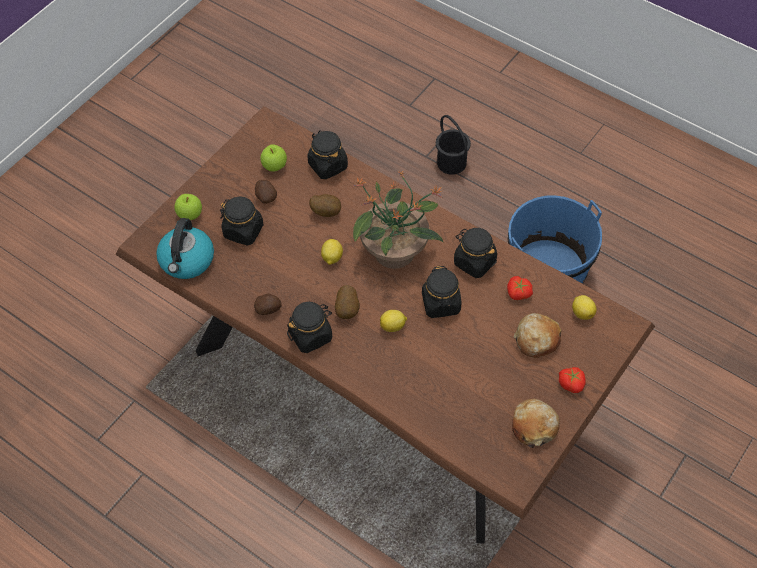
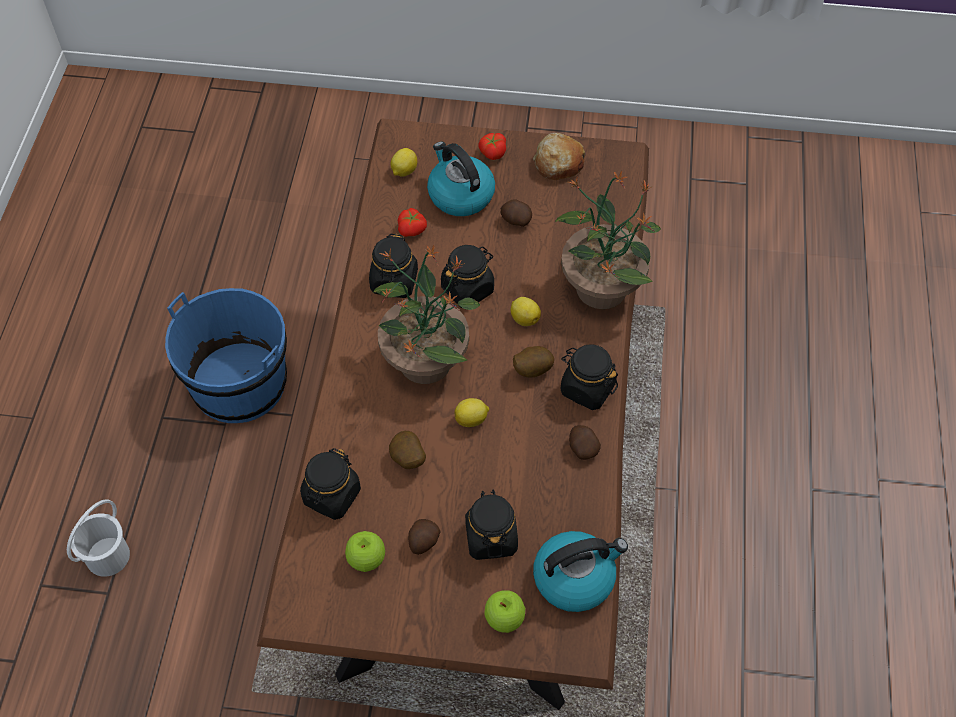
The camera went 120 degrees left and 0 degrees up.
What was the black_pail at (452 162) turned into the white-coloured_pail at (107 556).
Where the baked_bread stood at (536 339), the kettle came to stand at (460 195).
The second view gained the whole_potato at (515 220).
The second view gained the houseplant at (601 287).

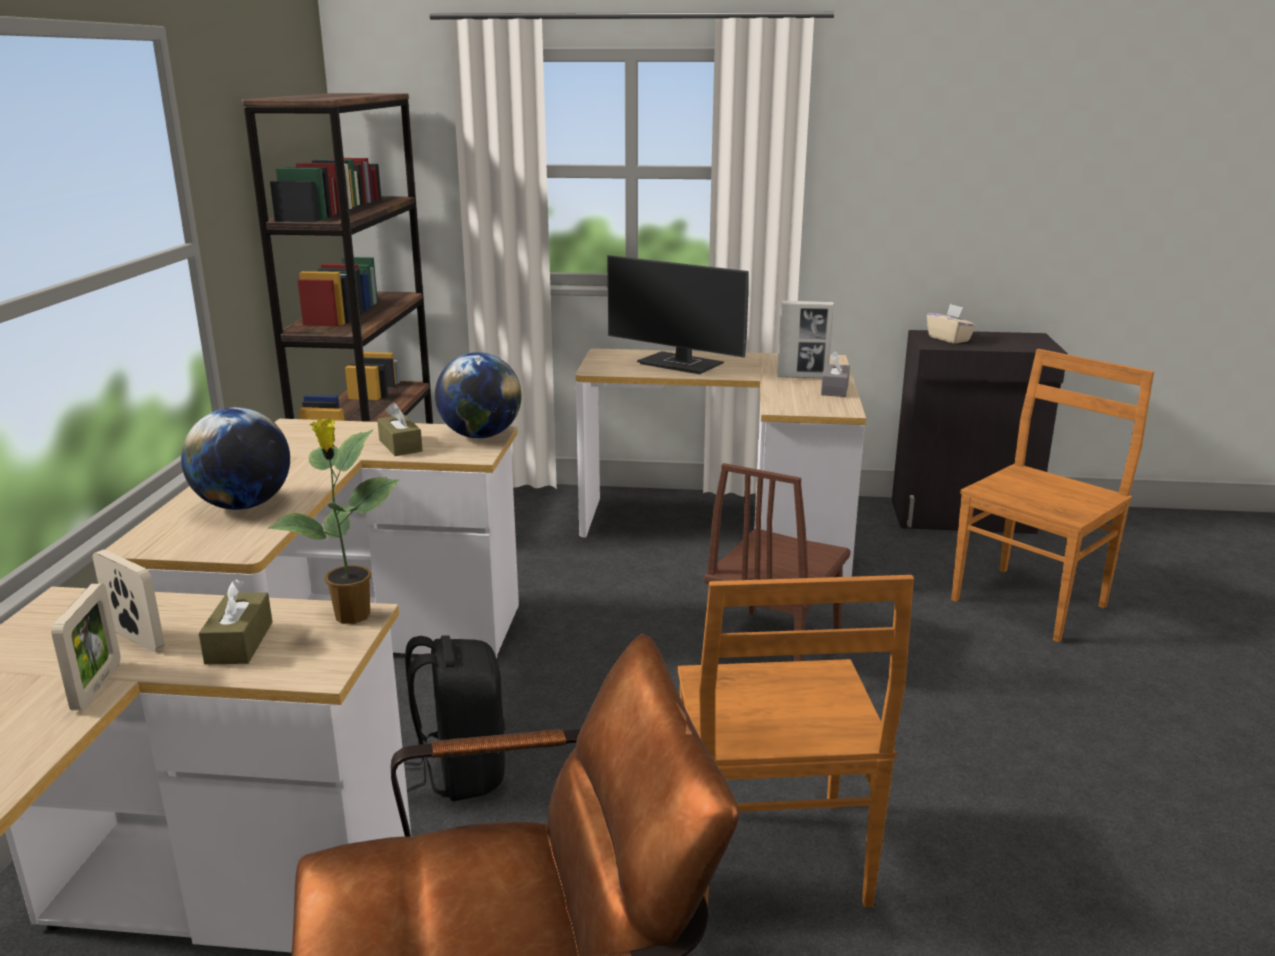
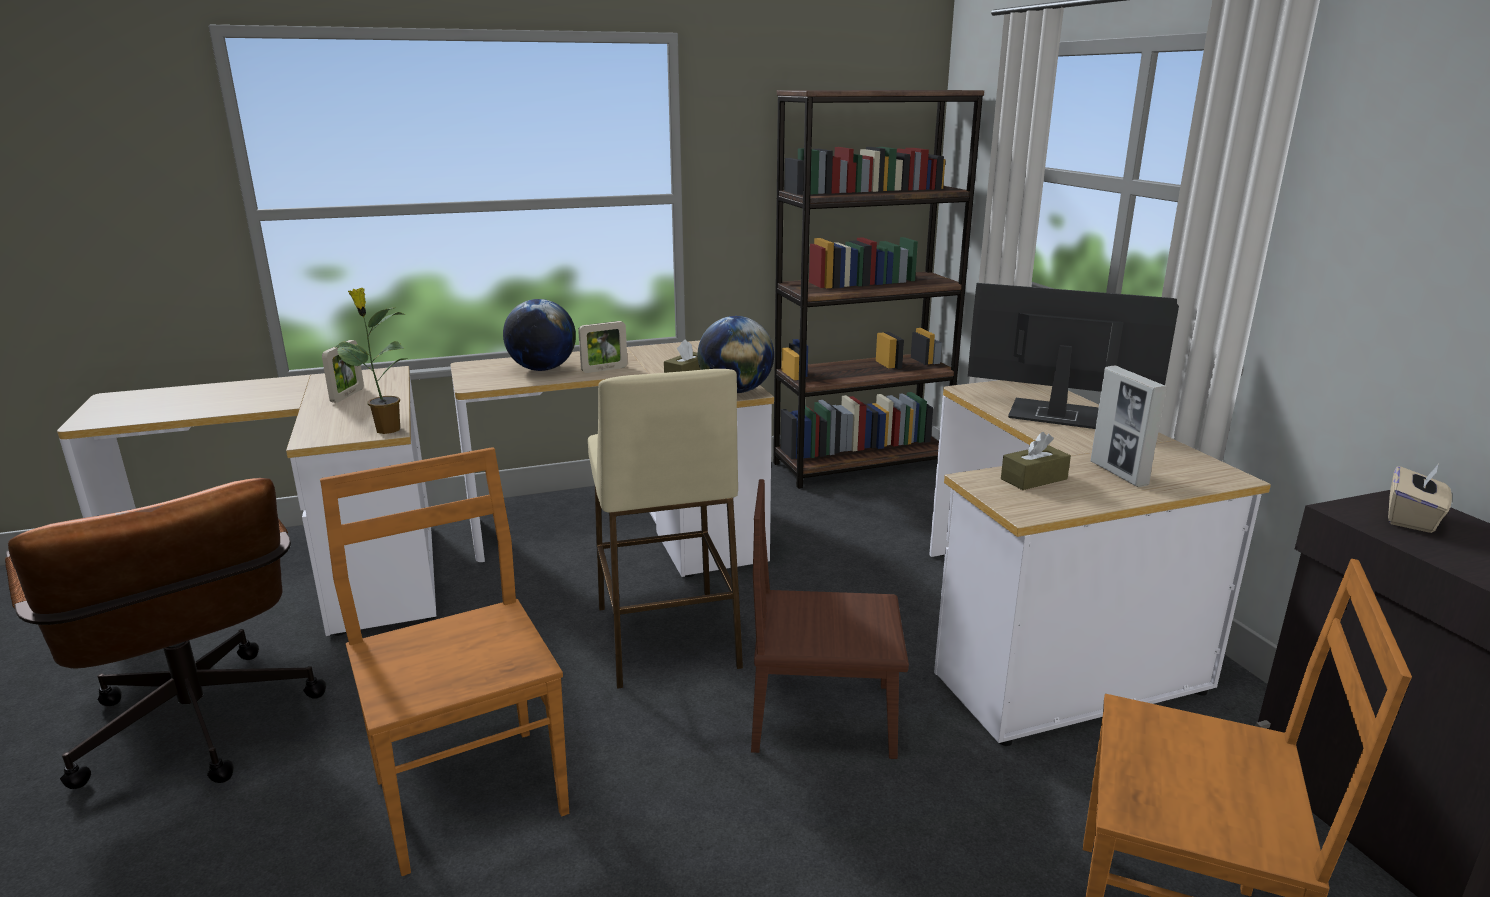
The camera went 65 degrees right and 0 degrees up.
The brown_plain_chair at (771 860) ended up facing another way, 90 degrees clockwise from before.
The photo_frame ended up elsewhere, having gone from (97 686) to (604 369).
The second view gained the beige-coloured_stool_seat at (667 637).
The monitor at (682 364) ended up facing another way, 105 degrees clockwise from before.
The brown_tissue_box ended up elsewhere, having gone from (239 643) to (1034 479).
The second view lost the black_knapsack at (459 771).
The second view lost the gray_tissue_box at (834 389).

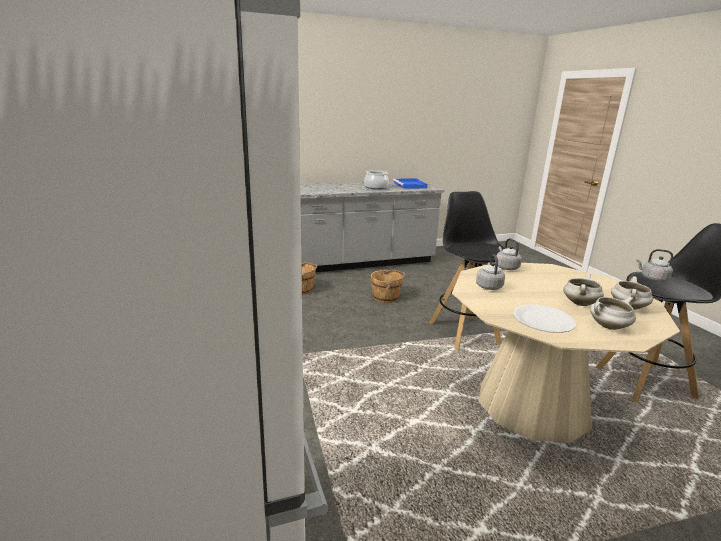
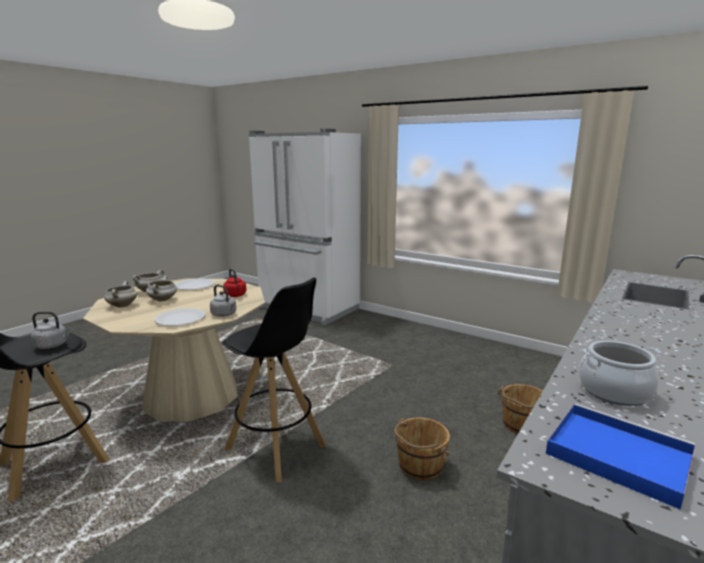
The camera went 145 degrees right and 5 degrees down.
The second view gained the white-coloured_flat_dish at (180 318).
What was the gray_kettle at (488 286) turned into the red-coloured_kettle at (235 295).

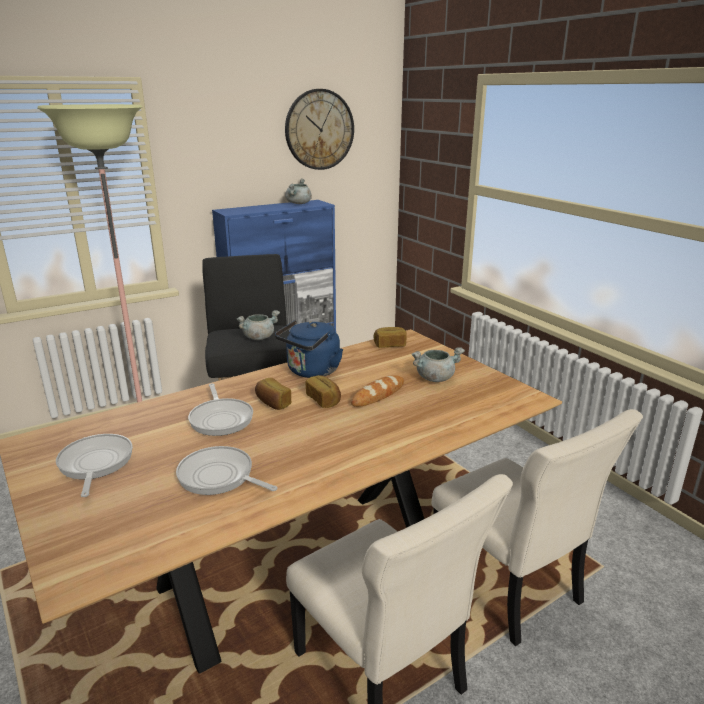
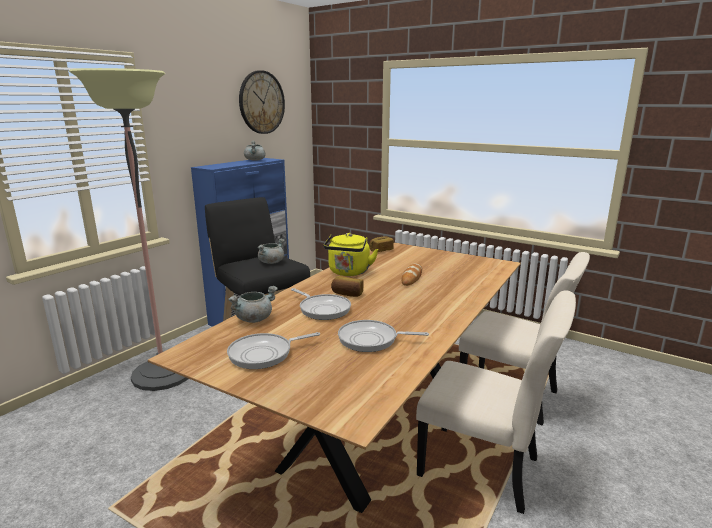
The camera went 25 degrees left and 5 degrees down.
The pan at (95 464) ended up facing another way, 75 degrees counterclockwise from before.
The gray_stockpot ended up elsewhere, having gone from (435 378) to (254 319).
What was the bluish_kettle at (311 372) turned into the yellow-coloured_kettle at (348 272).
The second view lost the baked_bread at (324 400).

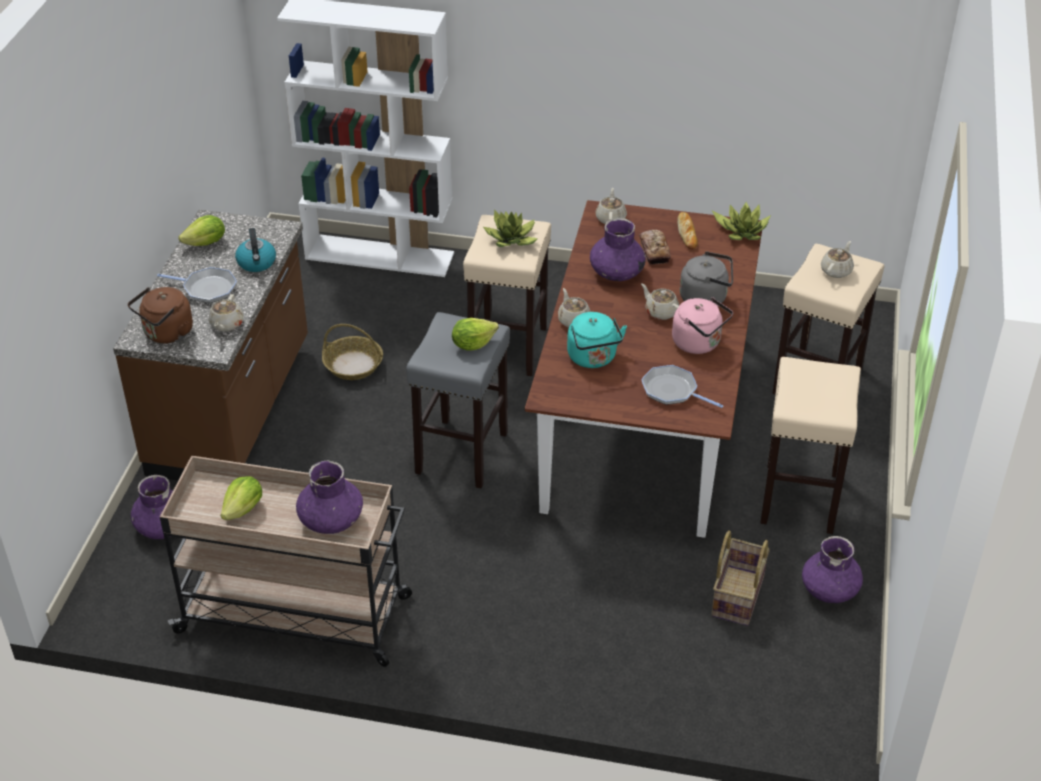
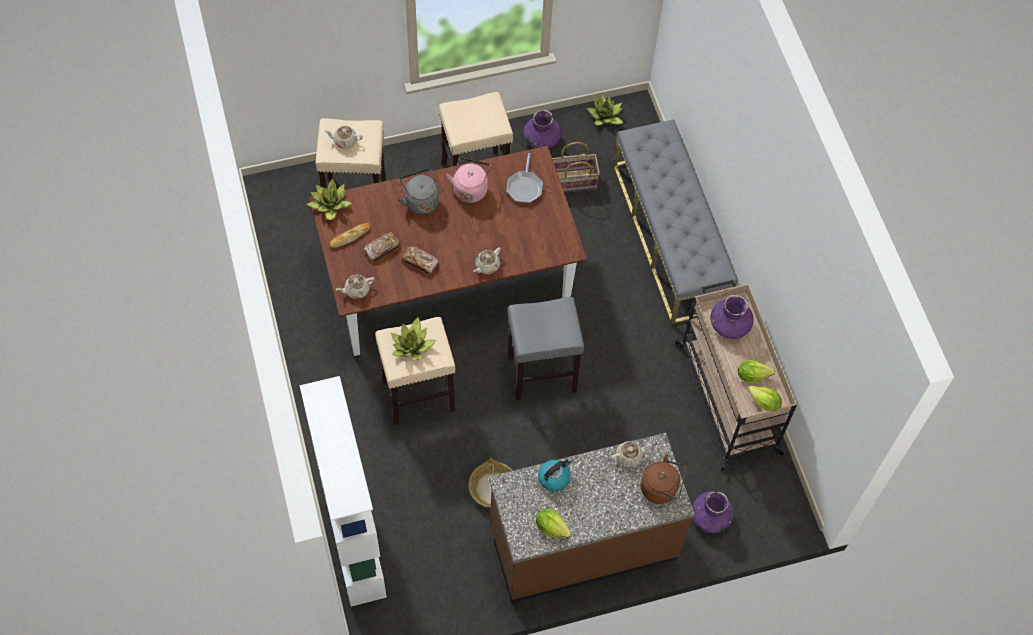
The camera went 120 degrees left and 20 degrees up.
Where the purple_flower_vase stood at (616 272), the baked_bread came to stand at (420 261).
The second view gained the houseplant at (605 116).
The second view gained the gray_long_seat at (669 236).
The lettuce_head ended up elsewhere, having gone from (472 344) to (764 403).
The second view lost the pan at (207 288).
The second view lost the turquoise_kettle at (593 358).
The second view lost the beige-coloured_teapot at (661 312).

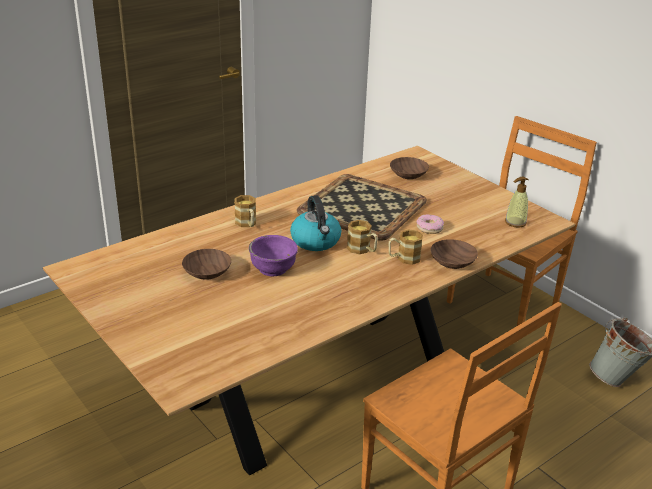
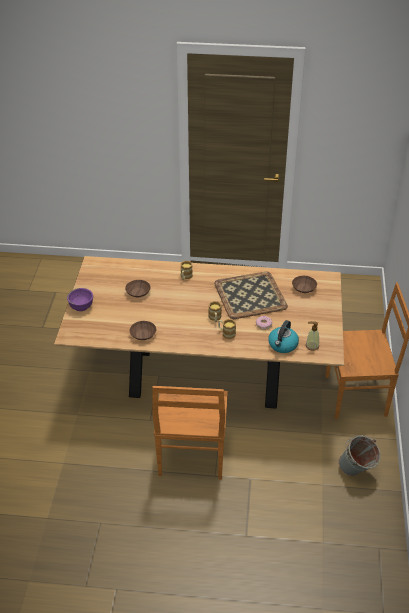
The camera went 45 degrees right and 10 degrees up.
The purple_bowl ended up elsewhere, having gone from (272 268) to (81 306).
The brown_bowl ended up elsewhere, having gone from (451 261) to (143 334).
The kettle ended up elsewhere, having gone from (316 241) to (282 345).

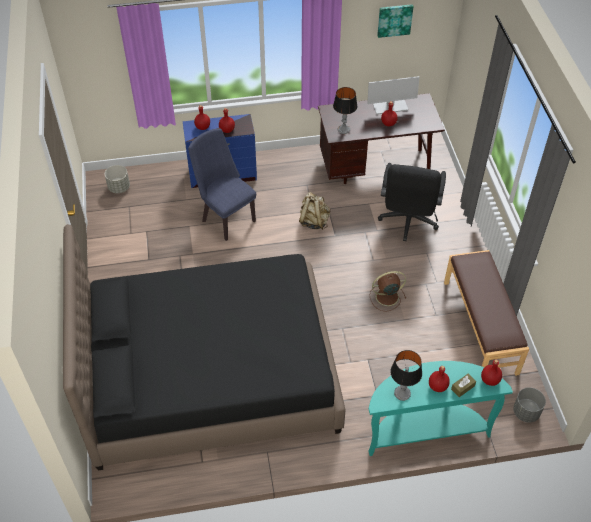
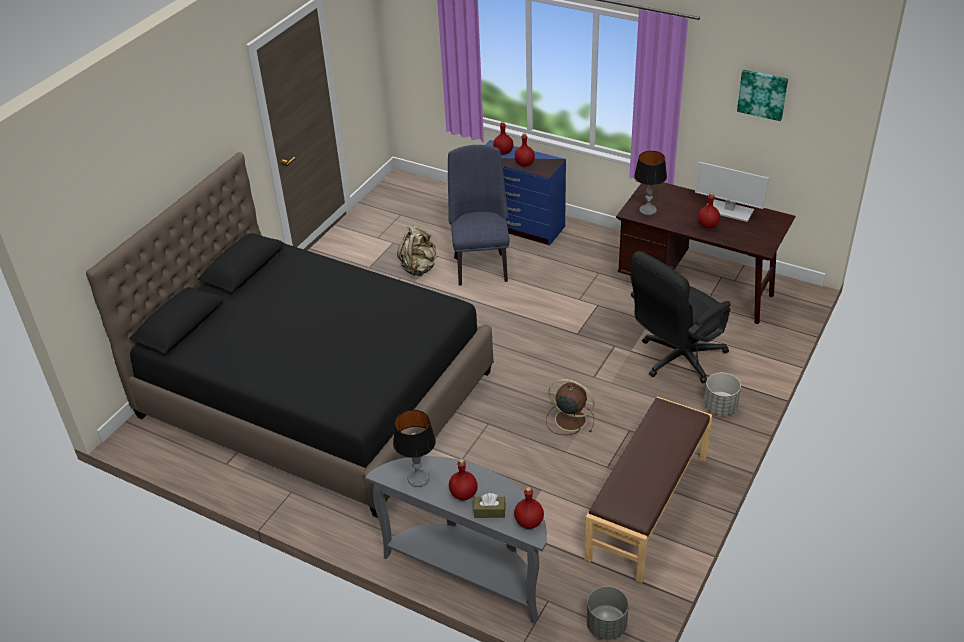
The camera went 40 degrees right and 10 degrees down.
What was the turquoise_hall_table at (425 430) turned into the gray_hall_table at (469 571).
The beige-coloured_knapsack ended up elsewhere, having gone from (314 221) to (419 268).
The gray_flower_pot ended up elsewhere, having gone from (119 187) to (720 407).

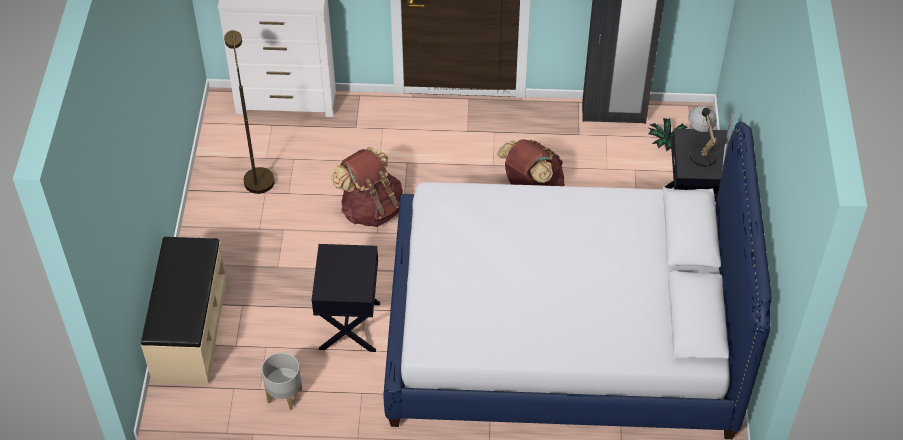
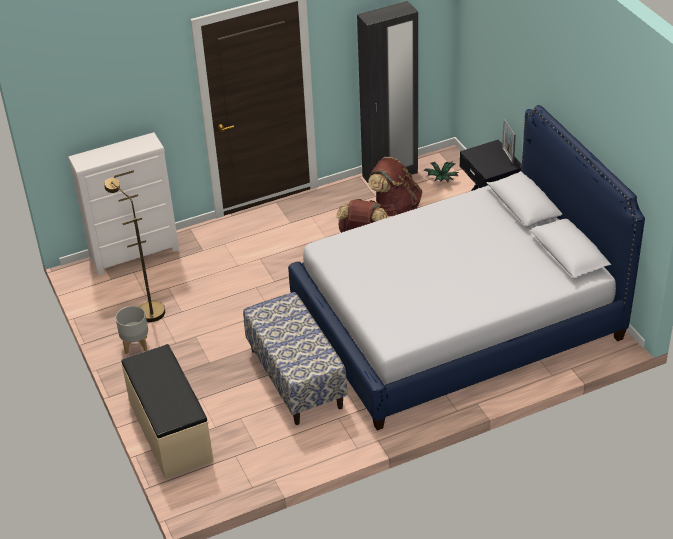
The camera went 25 degrees left and 10 degrees down.
The gray_flower_pot ended up elsewhere, having gone from (285 395) to (136 345).
Where the black_night_table stood at (351 326), the long_seat came to stand at (296 378).
The brown_knapsack ended up elsewhere, having gone from (370 209) to (395 208).
The second view lost the lamp_for_a_table at (701 150).

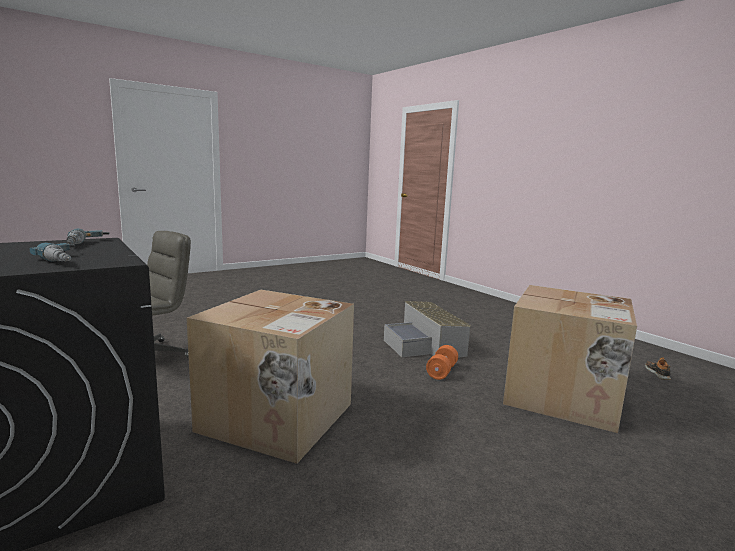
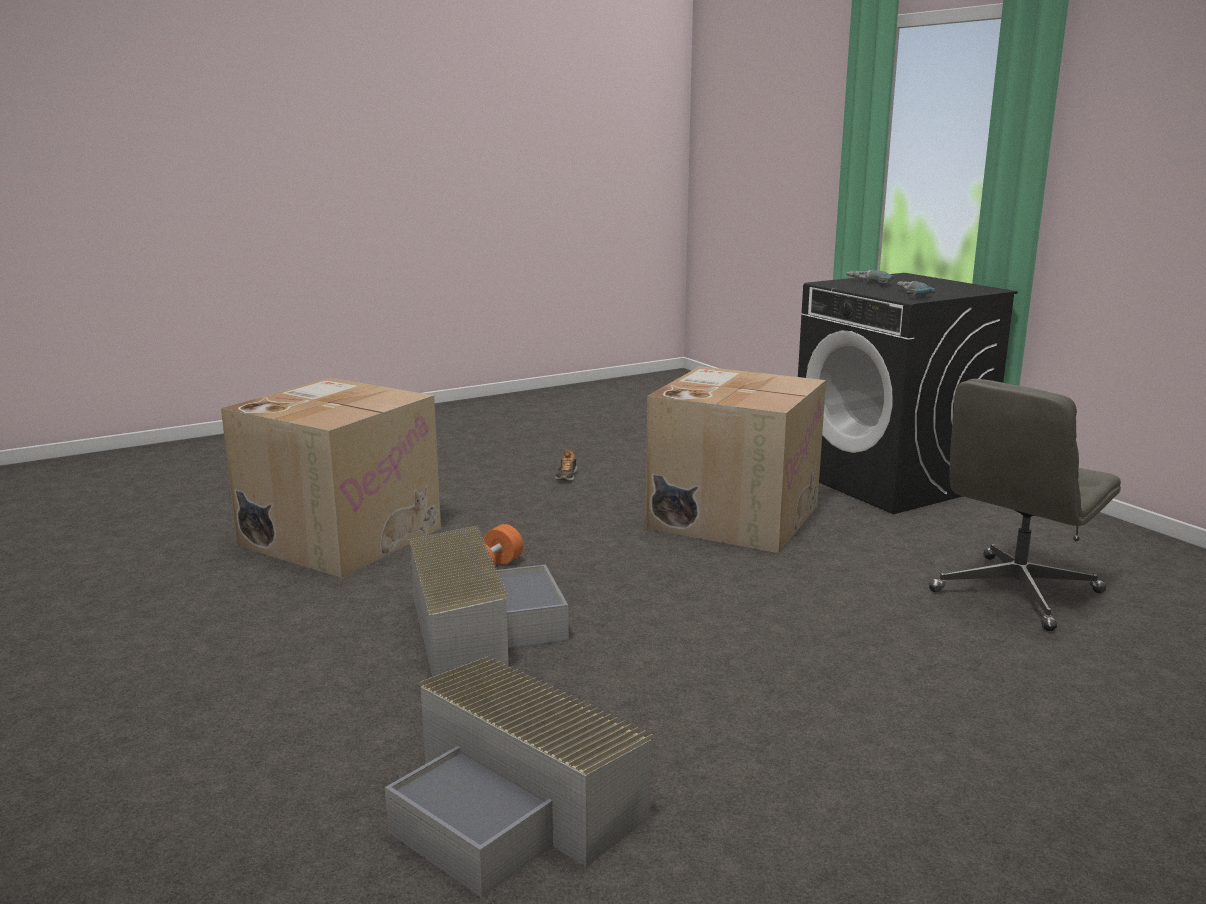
The camera went 175 degrees left and 5 degrees up.
The second view gained the gray_storage_container at (516 807).
The shoe ended up elsewhere, having gone from (658 373) to (566 476).

